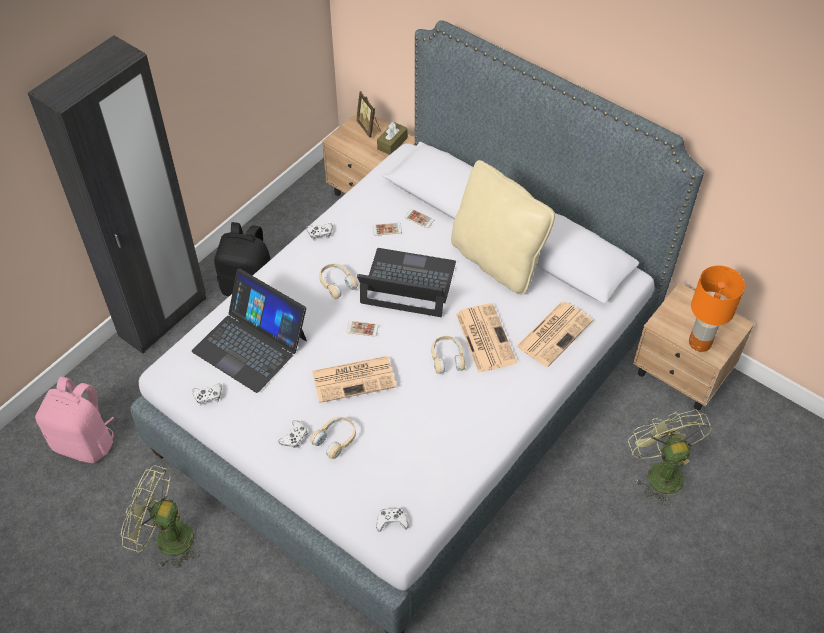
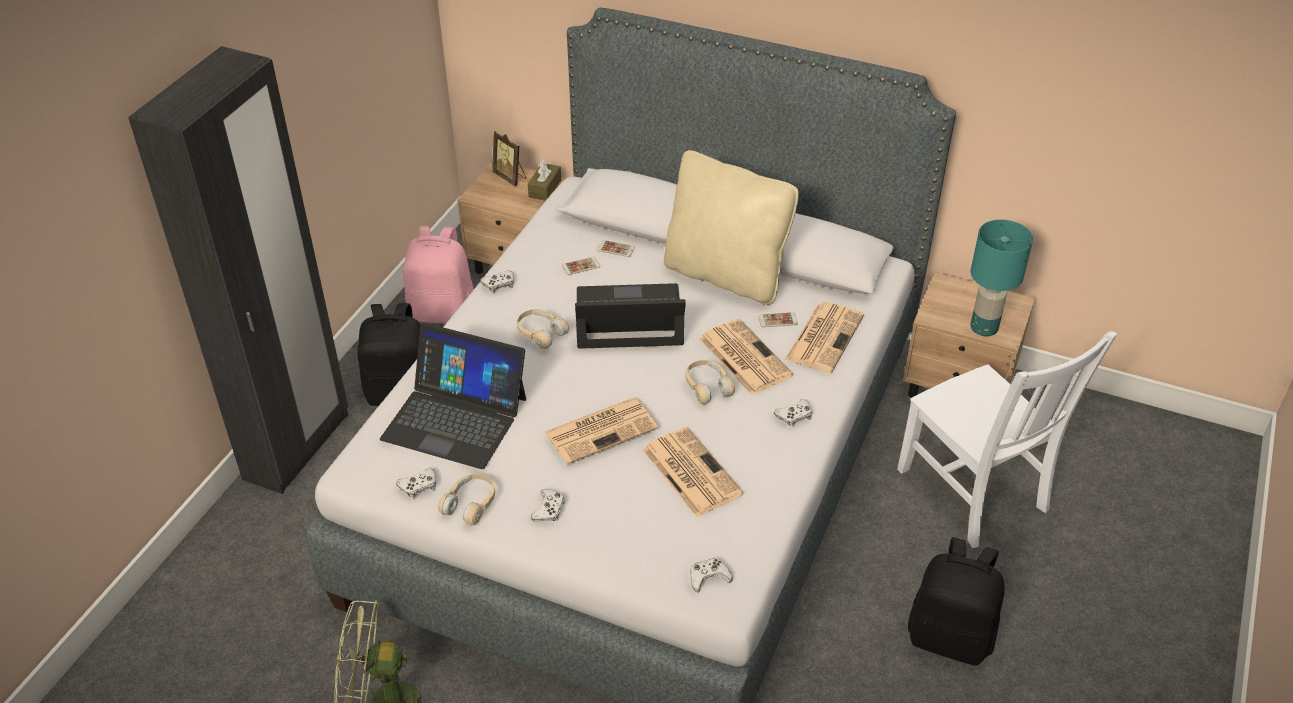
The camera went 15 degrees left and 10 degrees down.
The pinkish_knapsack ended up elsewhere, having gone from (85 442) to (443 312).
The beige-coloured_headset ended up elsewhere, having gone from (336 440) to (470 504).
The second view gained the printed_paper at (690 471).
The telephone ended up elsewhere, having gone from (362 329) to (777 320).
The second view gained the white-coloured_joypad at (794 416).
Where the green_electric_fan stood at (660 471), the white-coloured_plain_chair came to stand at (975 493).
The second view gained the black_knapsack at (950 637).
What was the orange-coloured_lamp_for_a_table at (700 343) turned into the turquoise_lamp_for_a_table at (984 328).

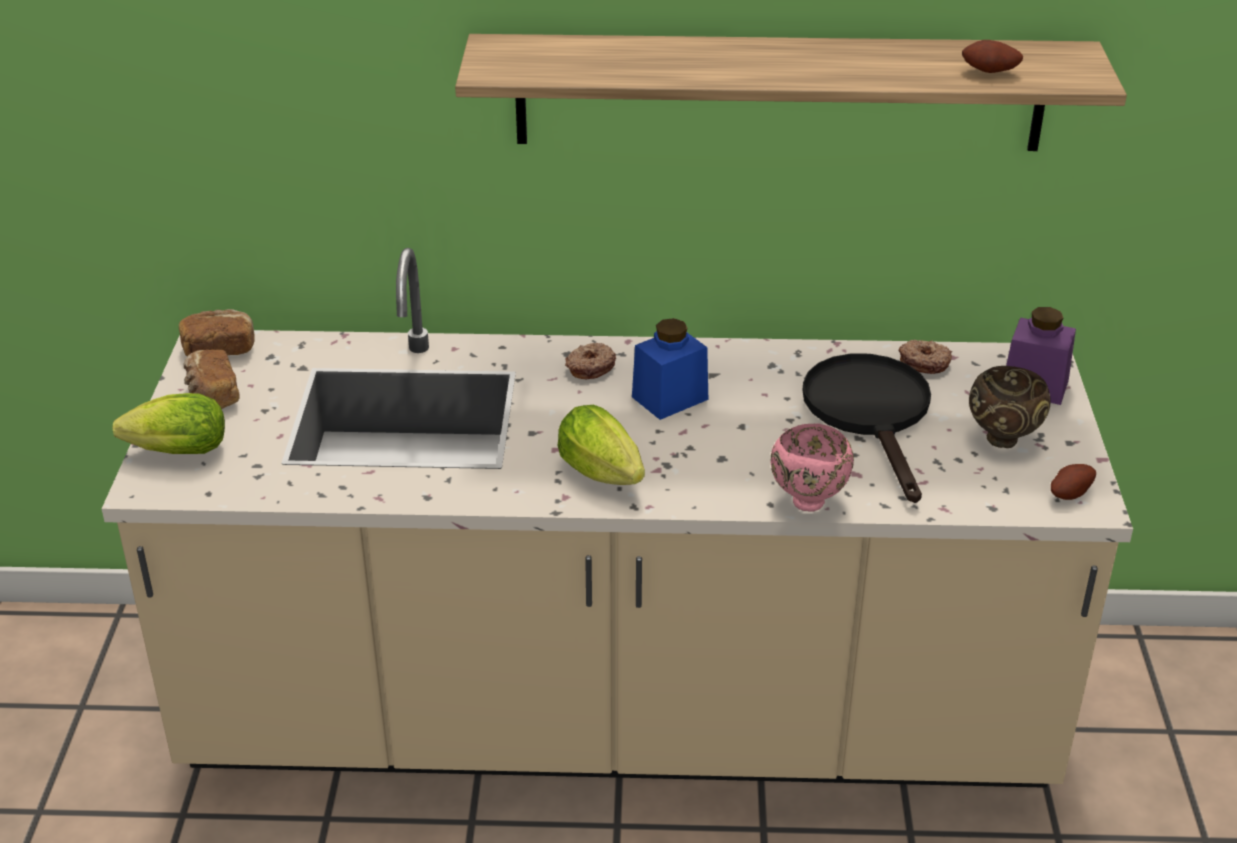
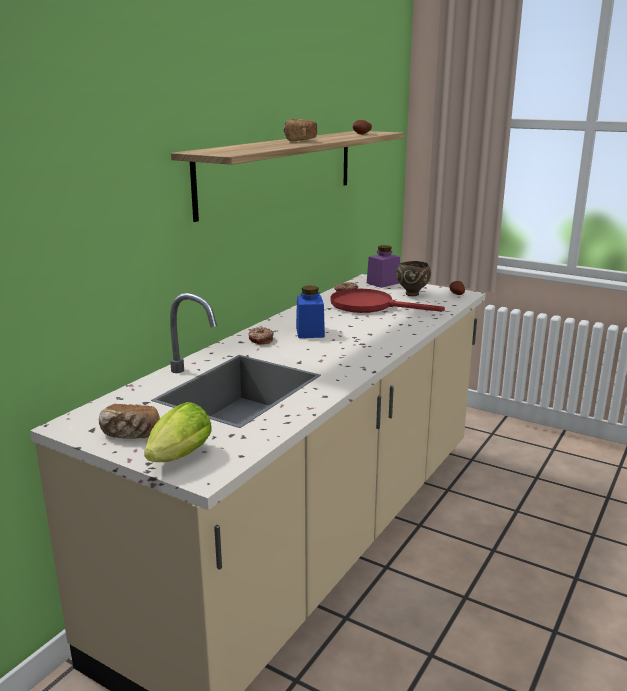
The camera went 60 degrees left and 15 degrees down.
The baked_bread ended up elsewhere, having gone from (219 349) to (299 141).
What was the black_pan at (871 414) turned into the red-coloured_pan at (370 306).
The second view lost the lettuce_head at (605 476).
The second view lost the pinkish_bowl at (808 500).

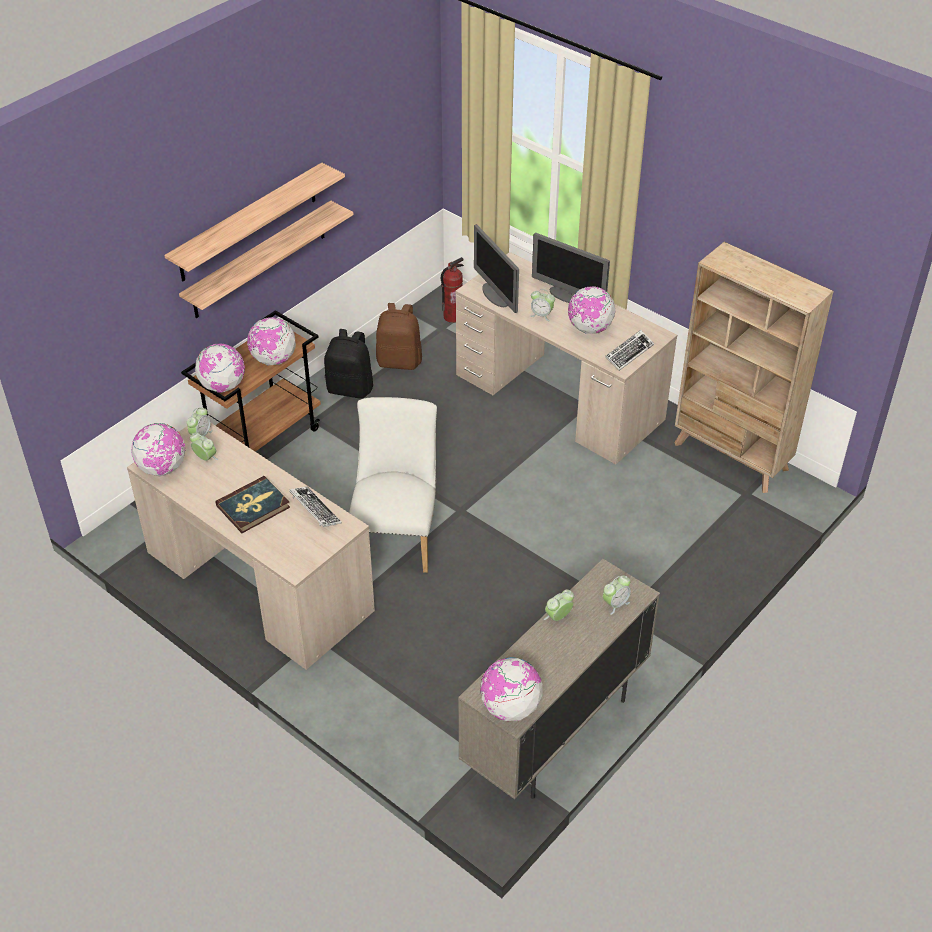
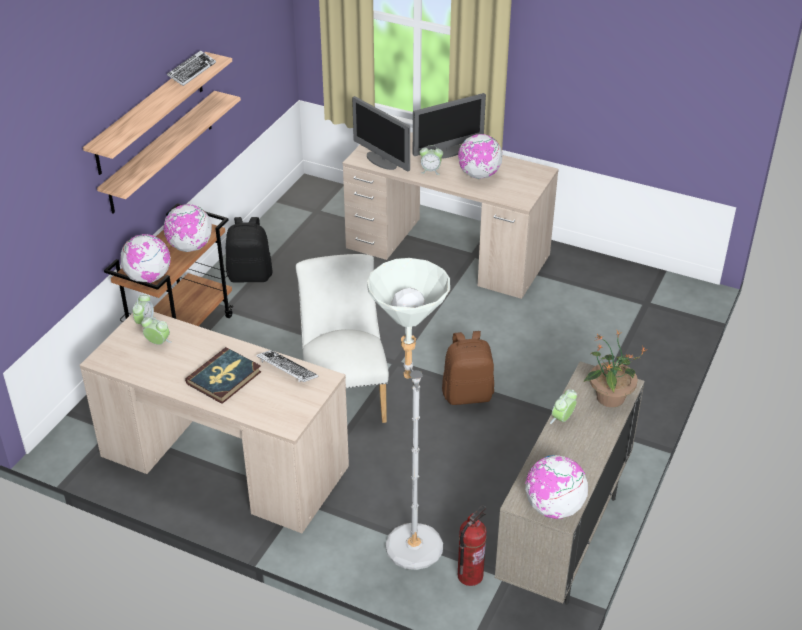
The camera went 15 degrees left and 5 degrees down.
The computer_keyboard ended up elsewhere, having gone from (629 353) to (191 71).
The second view gained the gray_floor_lamp at (409 538).
The monitor at (568 296) ended up facing another way, 45 degrees counterclockwise from before.
The brown_knapsack ended up elsewhere, having gone from (399 361) to (468 394).
The fire_extinguisher ended up elsewhere, having gone from (452 316) to (470 575).
Where the table_clock stood at (615 604), the houseplant came to stand at (609 398).
The second view lost the desk_globe at (162 468).
The second view lost the beige-coloured_bookcase at (731 457).

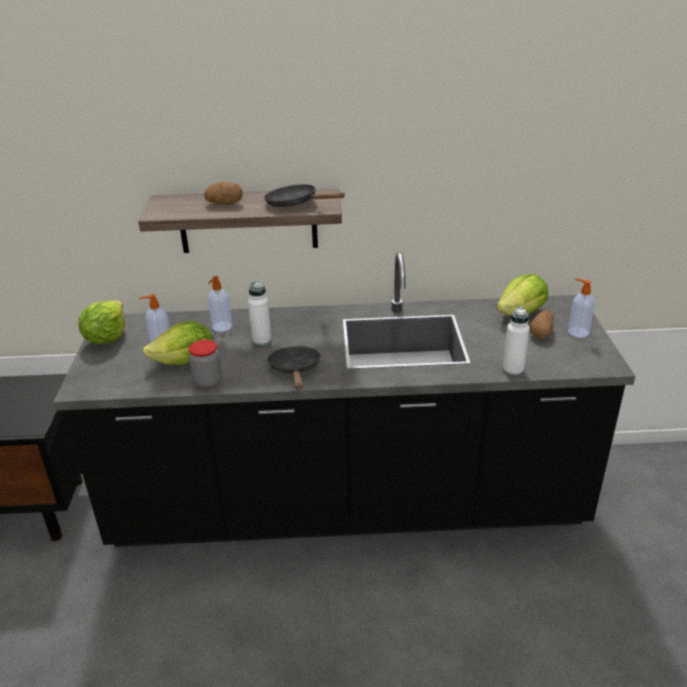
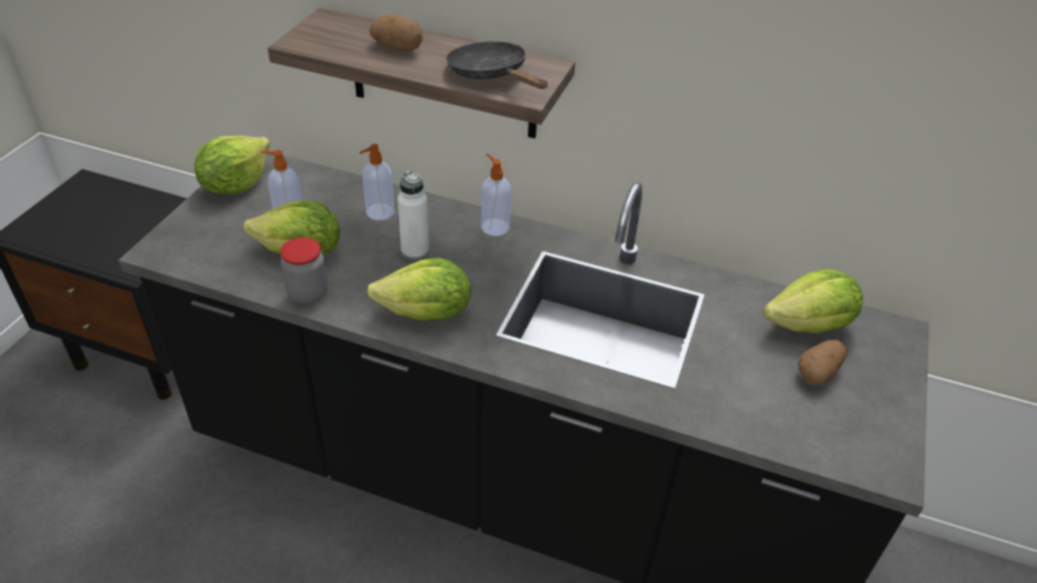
The camera went 20 degrees right and 10 degrees up.
Where the black_pan stood at (295 370), the lettuce_head came to stand at (426 314).
The soap_dispenser ended up elsewhere, having gone from (577 332) to (494 226).
The second view lost the white-coloured_drink_bottle at (513 370).

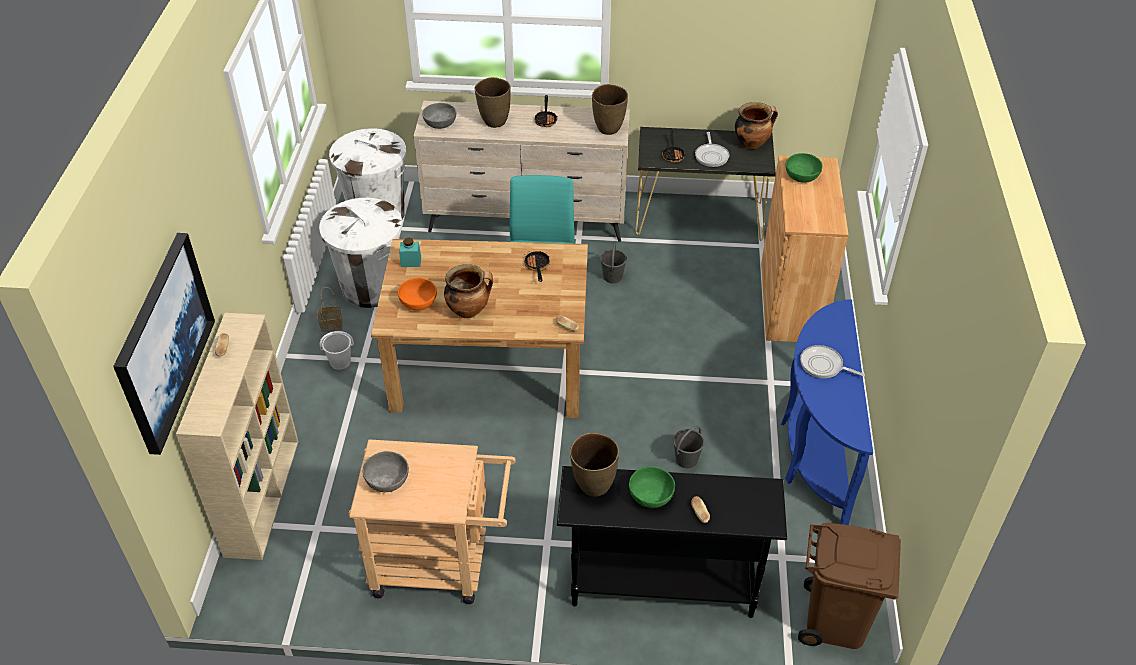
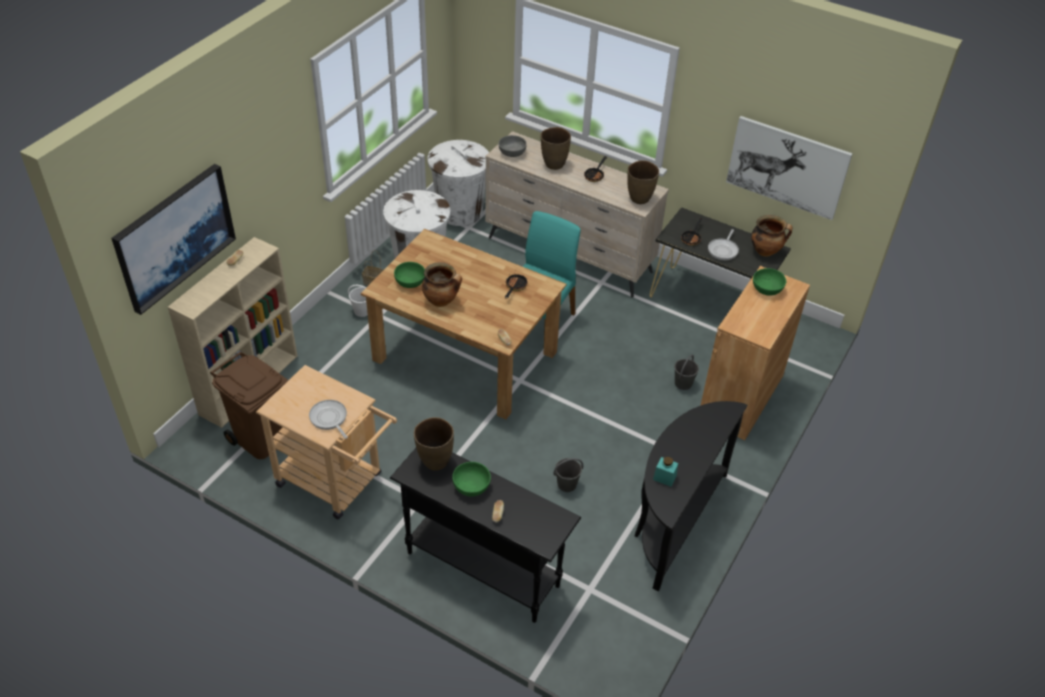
The camera went 25 degrees right and 0 degrees up.
The brown_waste_bin ended up elsewhere, having gone from (835 623) to (261 439).
The pan ended up elsewhere, having gone from (823 365) to (329 419).
What was the orange-coloured_bowl at (418 302) turned into the green_bowl at (410 281).
What was the bluish_hall_table at (813 452) turned into the black_hall_table at (673 521).
The turquoise_preserve_jar ended up elsewhere, having gone from (411 261) to (664 477).
The gray_pail ended up elsewhere, having gone from (612 277) to (683 383).
The second view gained the wall_picture at (787 167).
The second view lost the gray_bowl at (387 480).

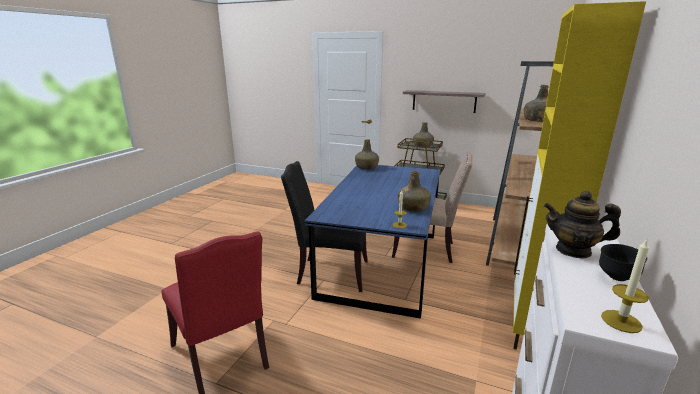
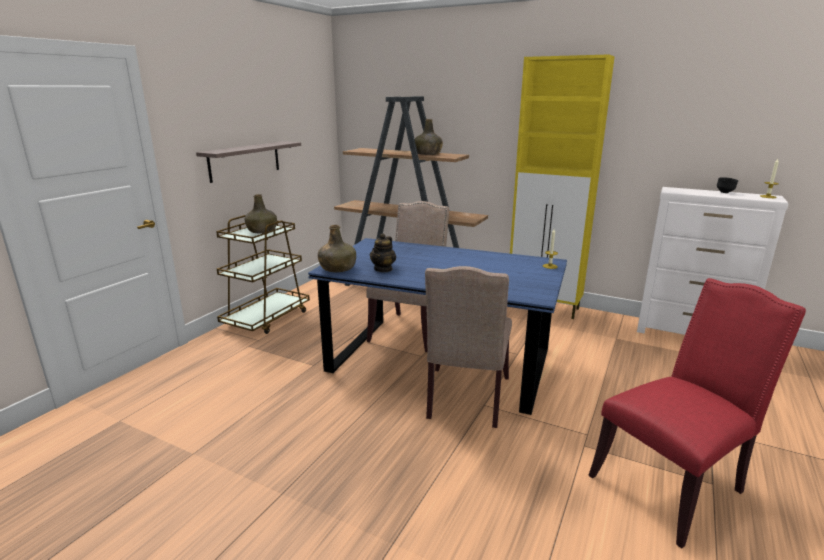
The camera went 85 degrees left and 0 degrees up.
The teapot ended up elsewhere, having gone from (573 250) to (383 269).
What was the black_plain_chair at (329 273) turned into the beige-coloured_plain_chair at (466 399).
The second view lost the green_drink_bottle at (413 208).

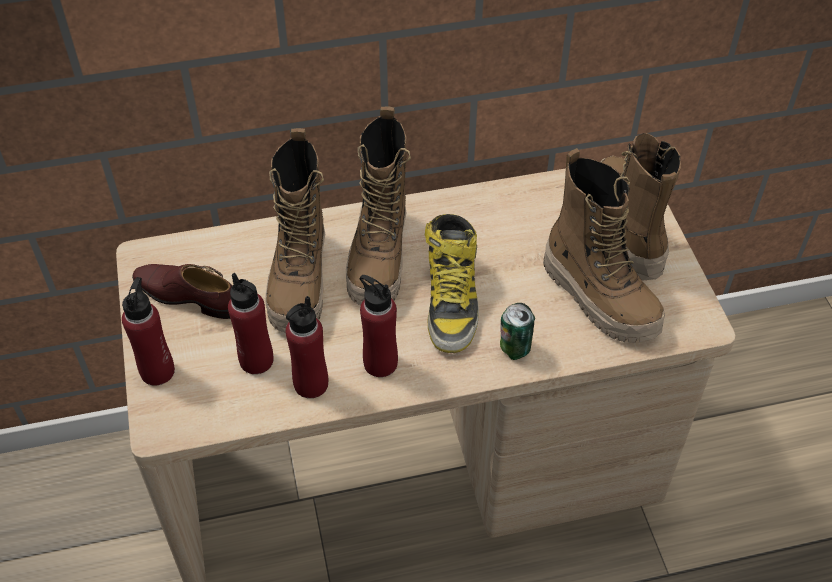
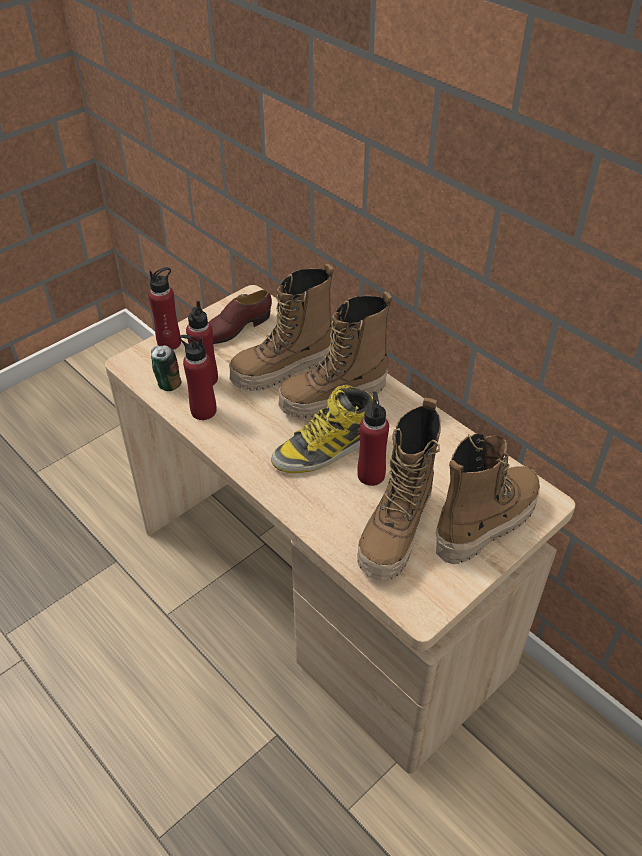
The camera went 60 degrees right and 5 degrees down.
The sealed_can ended up elsewhere, having gone from (514 349) to (168 384).
The brown_shoe at (188 296) ended up facing another way, 120 degrees counterclockwise from before.
The red-coloured_drink_bottle ended up elsewhere, having gone from (380 363) to (371 475).

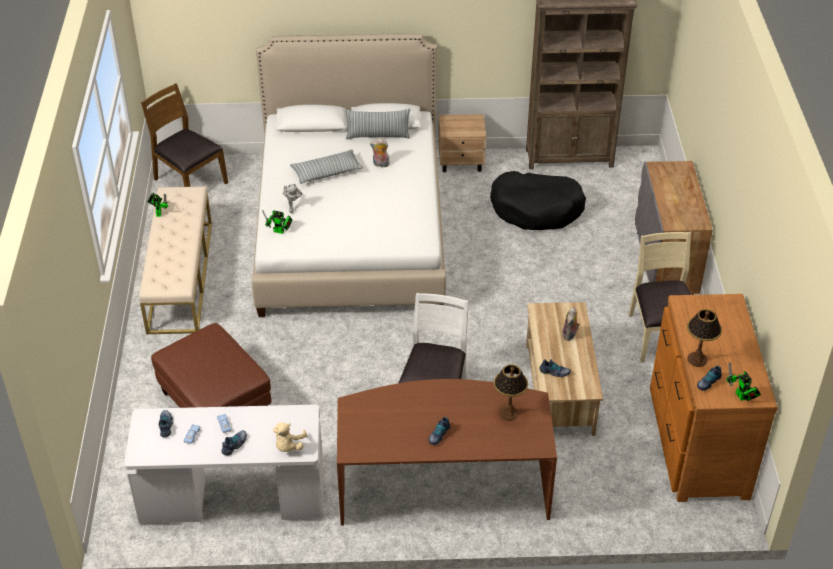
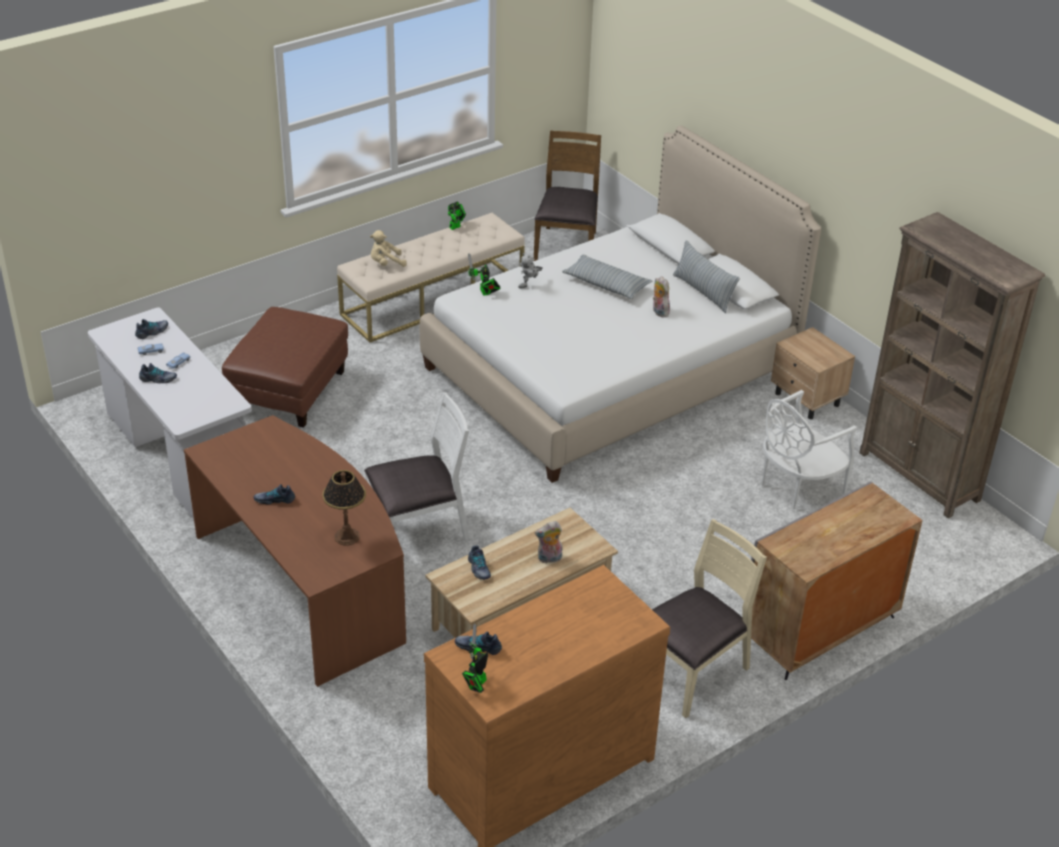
The camera went 55 degrees right and 5 degrees down.
The beige-coloured_soft_toy ended up elsewhere, having gone from (288 446) to (386 263).
Where the black_dog_cushion stood at (536 209), the white-coloured_plain_chair came to stand at (797 486).
The second view lost the lamp_for_a_table at (697 359).

